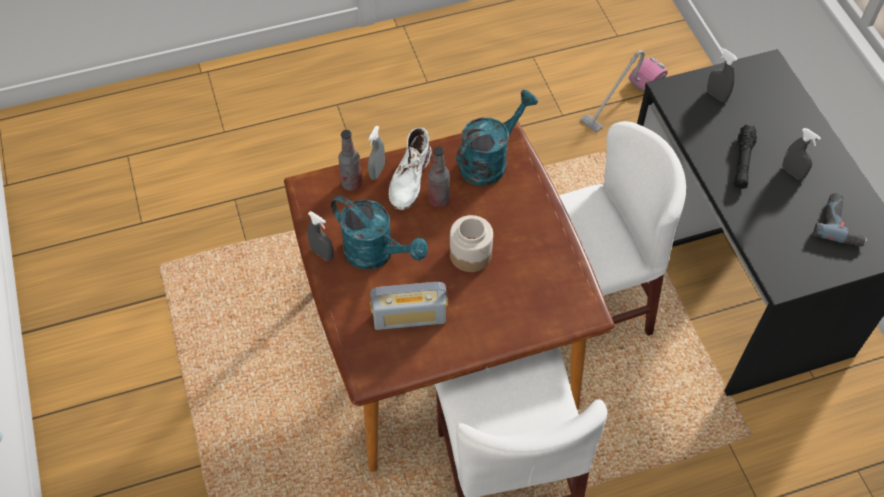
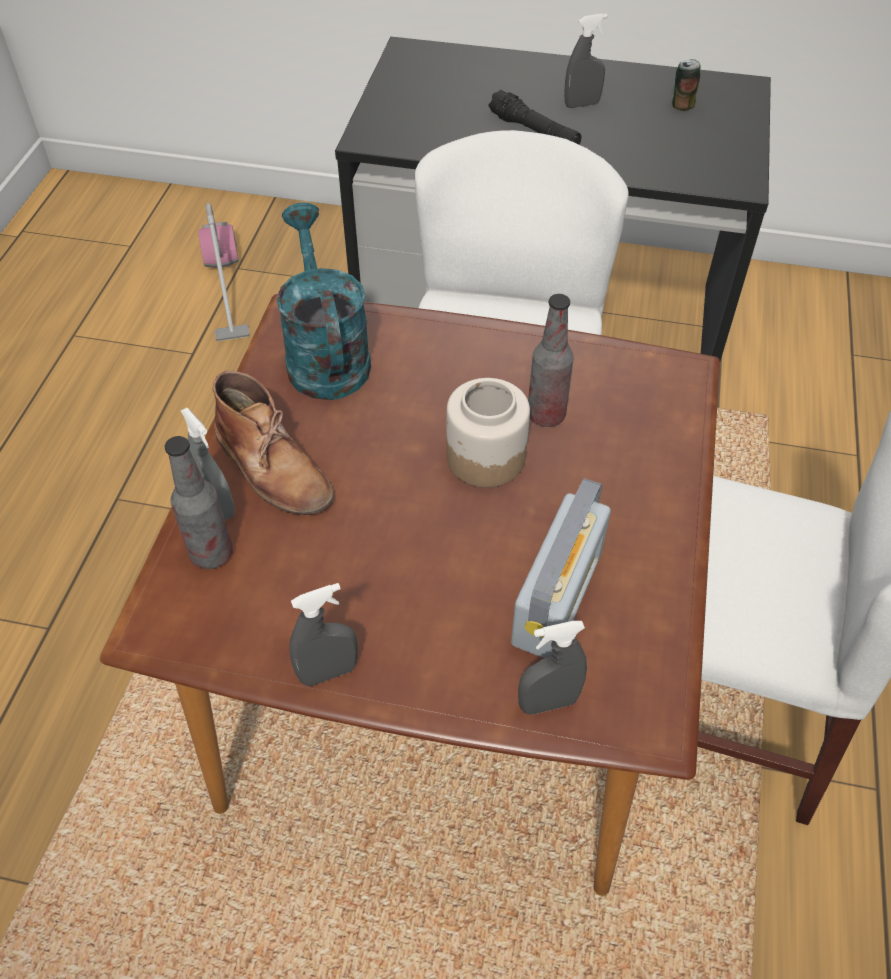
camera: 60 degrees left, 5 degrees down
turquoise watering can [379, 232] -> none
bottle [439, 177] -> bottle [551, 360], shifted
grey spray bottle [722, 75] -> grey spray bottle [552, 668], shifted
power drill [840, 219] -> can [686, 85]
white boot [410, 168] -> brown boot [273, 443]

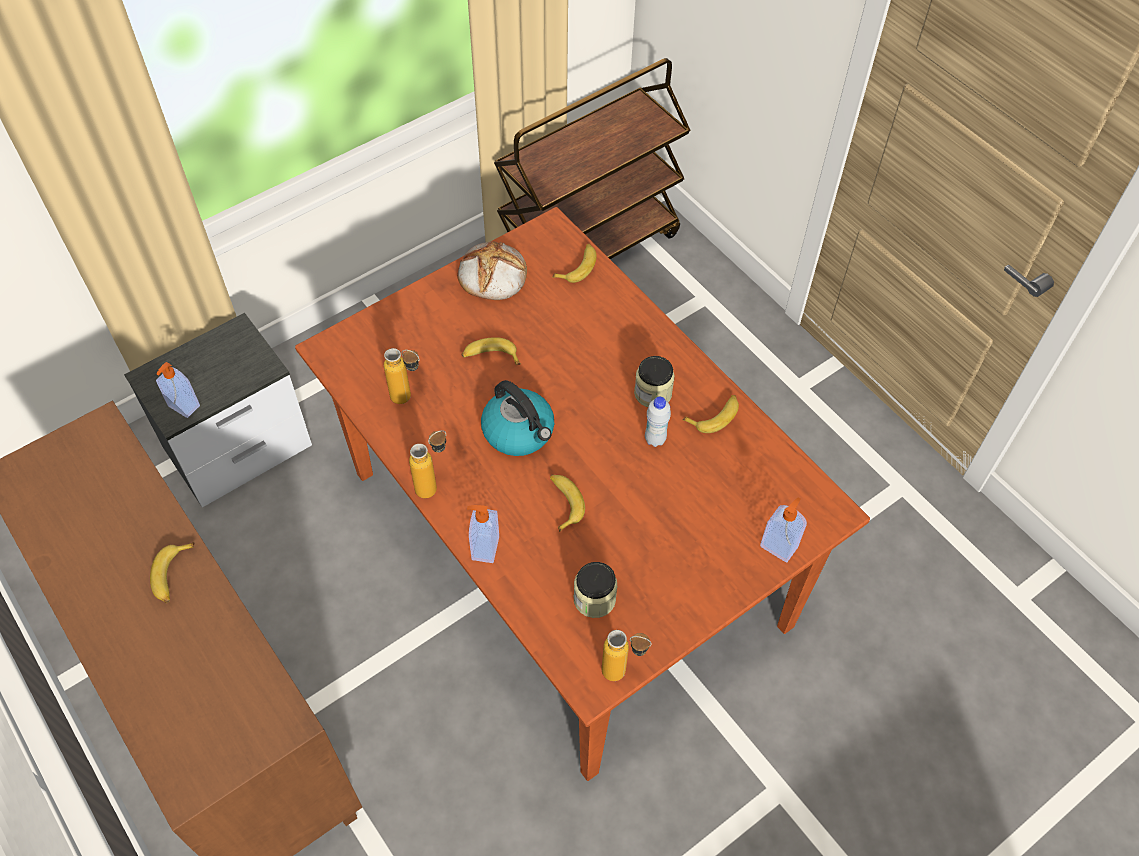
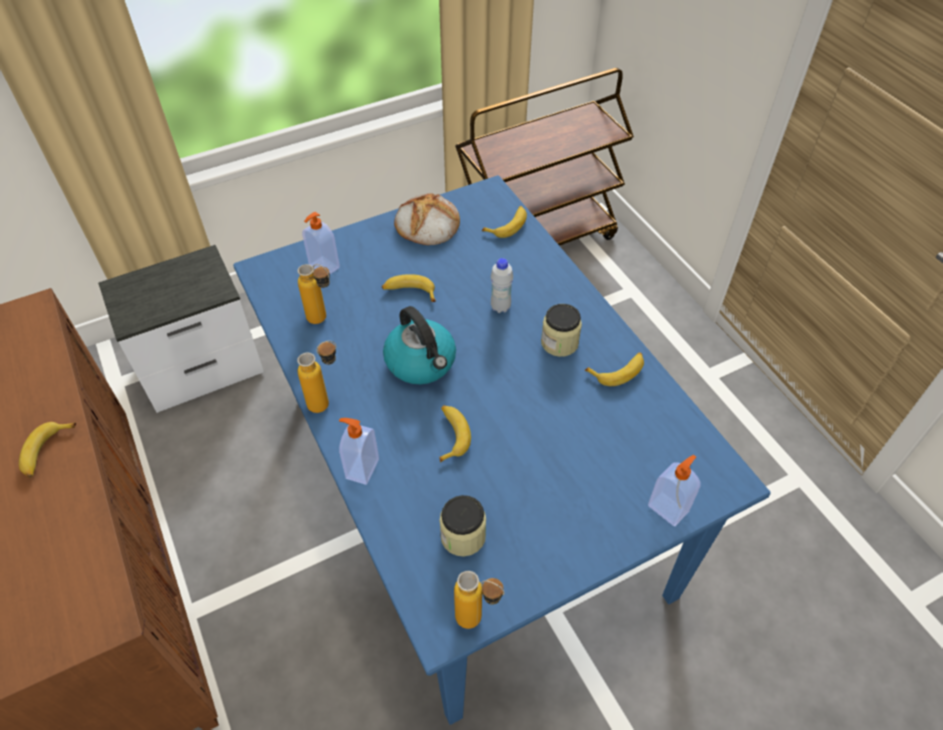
camera: 10 degrees right, 5 degrees down
soap dispenser [178, 390] -> soap dispenser [321, 243], shifted
white bottle [658, 422] -> white bottle [502, 285], shifted
brown dining table [582, 494] -> blue dining table [502, 450]

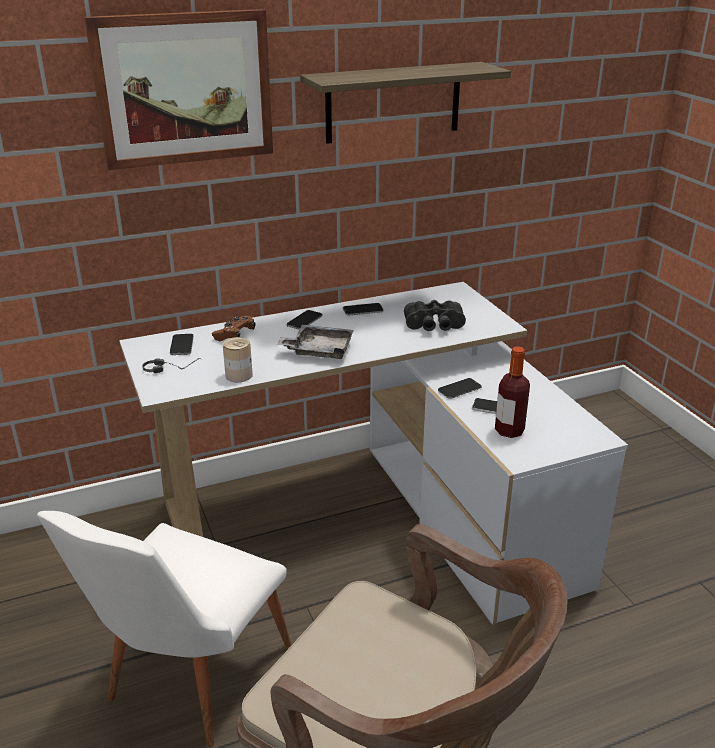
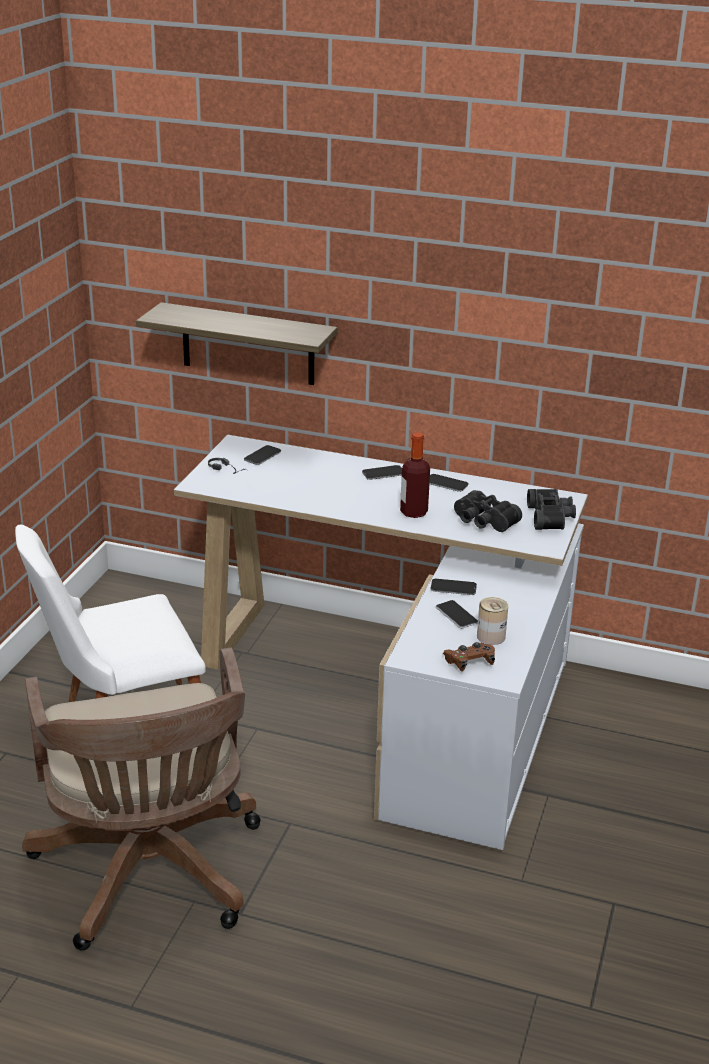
camera: 40 degrees right, 0 degrees up
picture [178, 89] -> none
grey tray [315, 342] -> none
none -> black binoculars [551, 509]
brown game controller [234, 328] -> brown game controller [469, 656], shifted
can [238, 359] -> can [492, 621], shifted
shelf [405, 103] -> shelf [237, 343], shifted
bottle [512, 392] -> bottle [415, 475], shifted

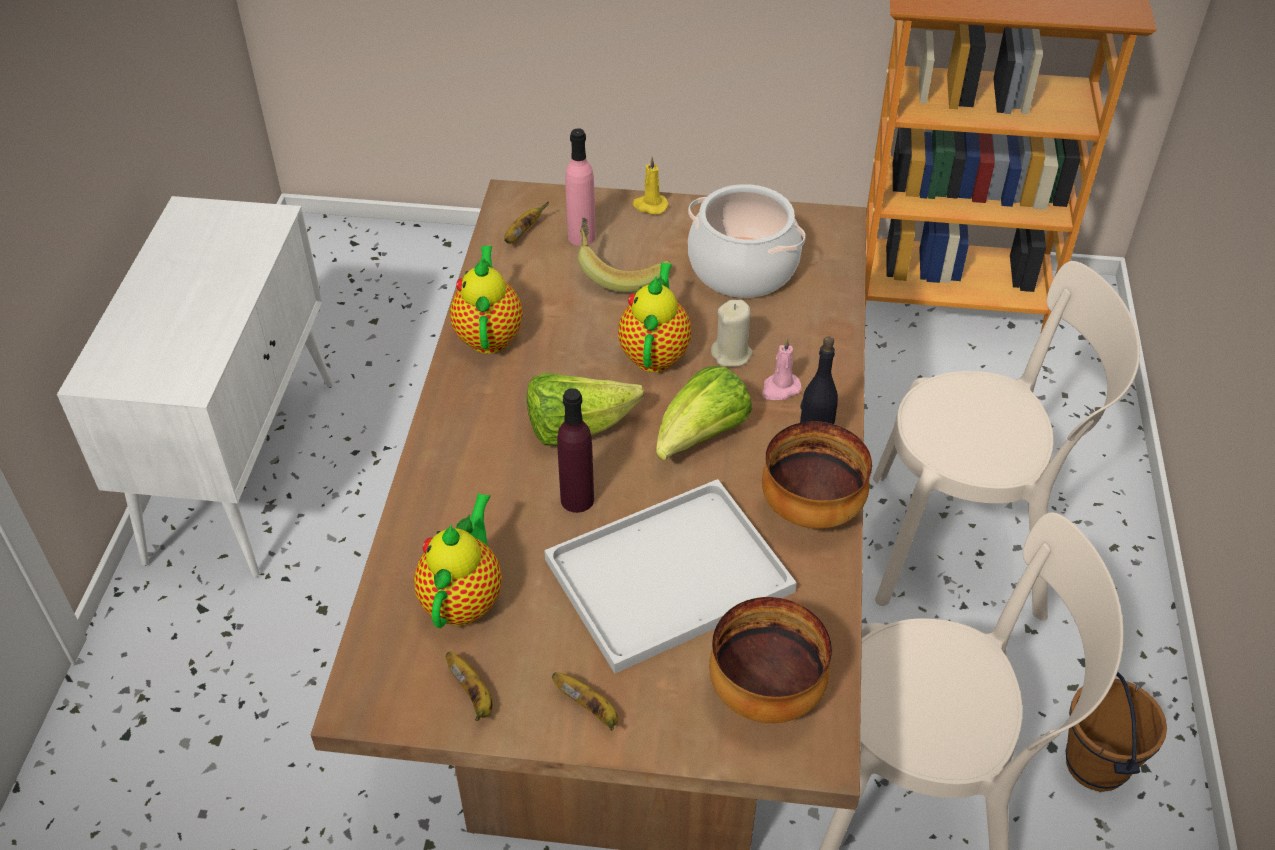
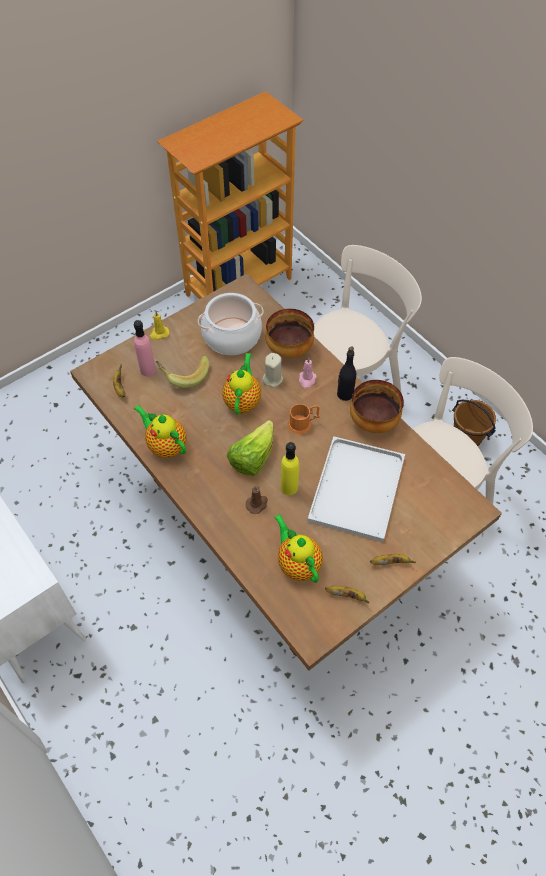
camera: 45 degrees left, 10 degrees up
none -> brown candle [257, 500]
bowl [770, 660] -> bowl [290, 333], shifted
lettuce [704, 413] -> orange mug [303, 419]
purple bottle [575, 450] -> yellow bottle [290, 468]
teapot [654, 317] -> teapot [241, 384], 45 degrees clockwise

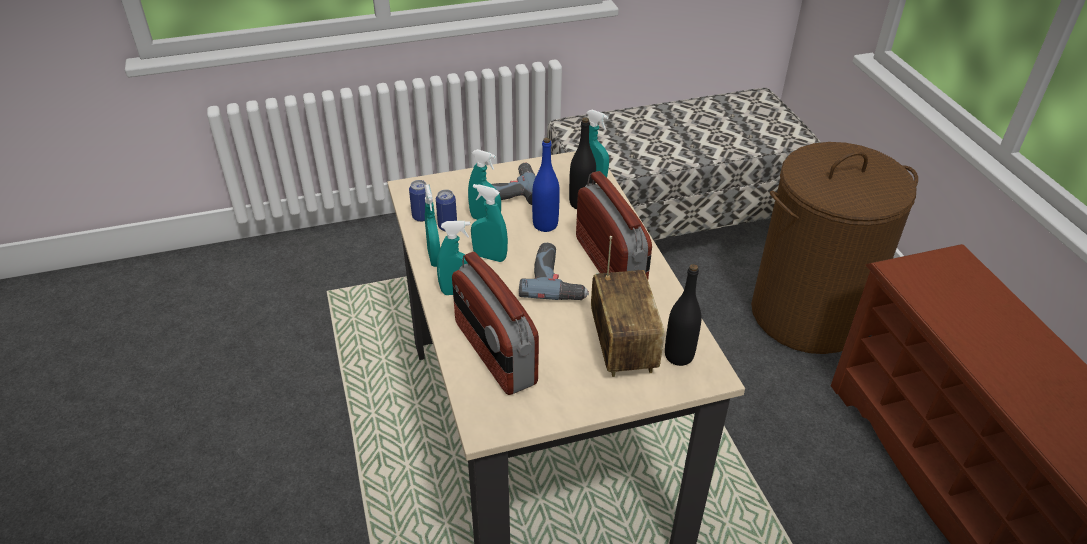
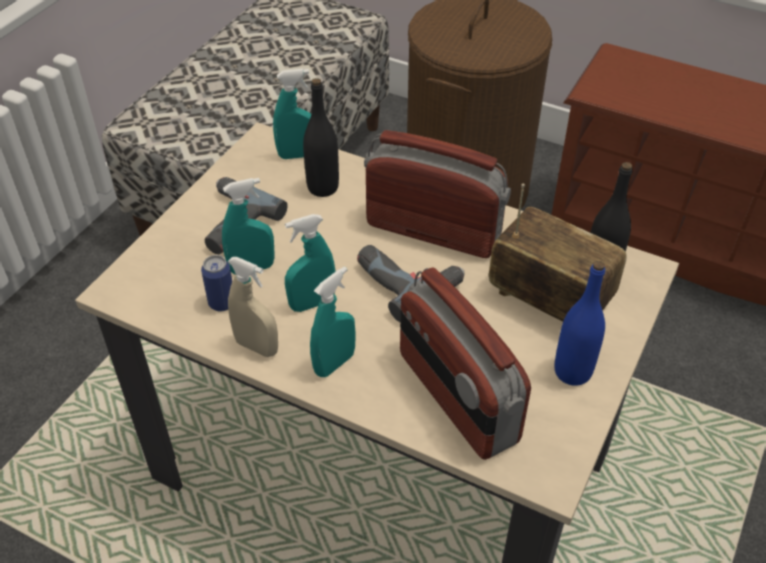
camera: 45 degrees left, 5 degrees up
can [418, 201] -> none
blue bottle [546, 185] -> blue bottle [579, 323], shifted
turquoise spray bottle [432, 225] -> beige spray bottle [253, 307]
radio [495, 323] -> radio [465, 364], 45 degrees clockwise

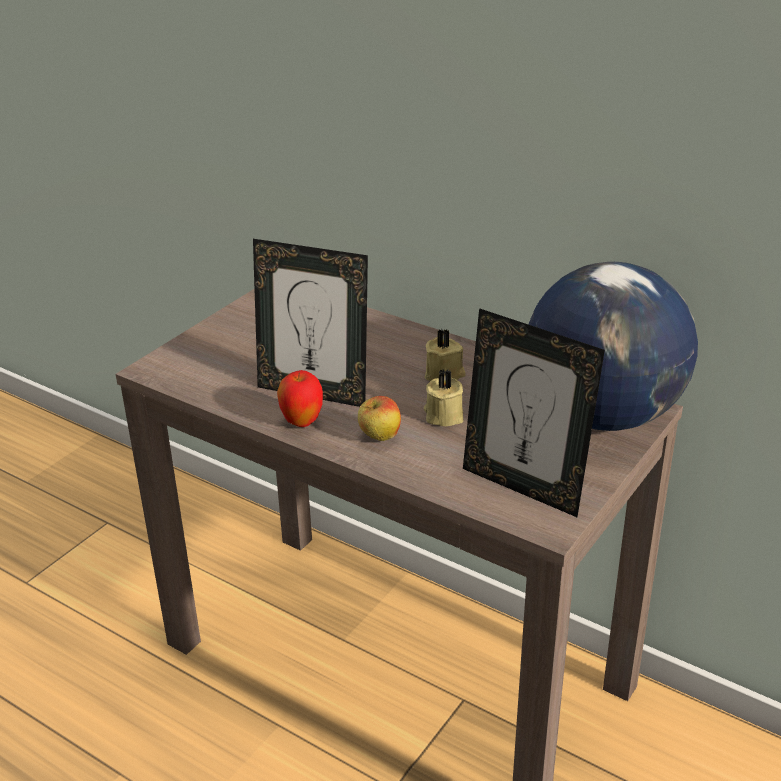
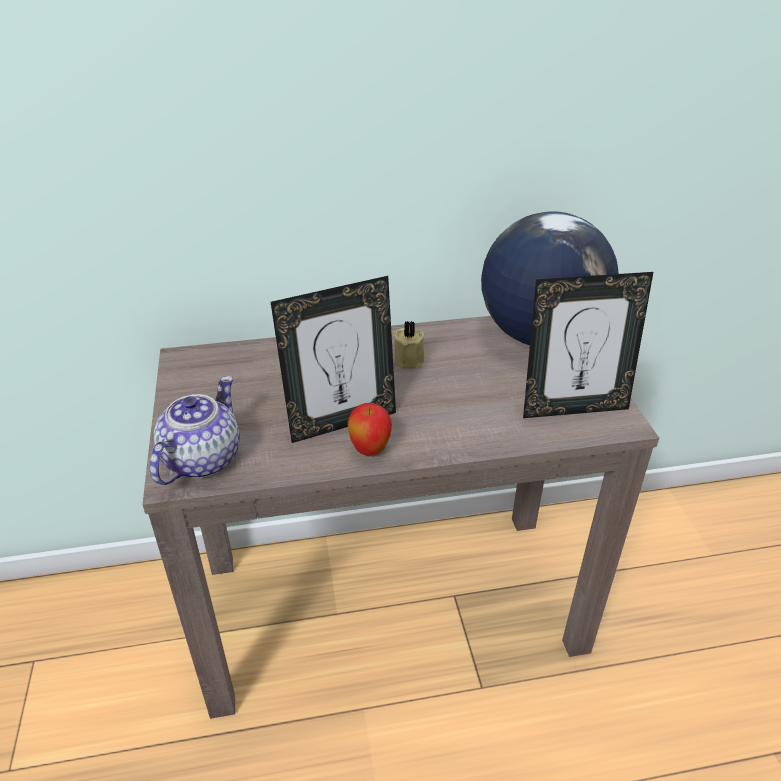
camera: 45 degrees left, 5 degrees up
apple [379, 418] -> none
beige candle [444, 397] -> none
none -> teapot [195, 430]

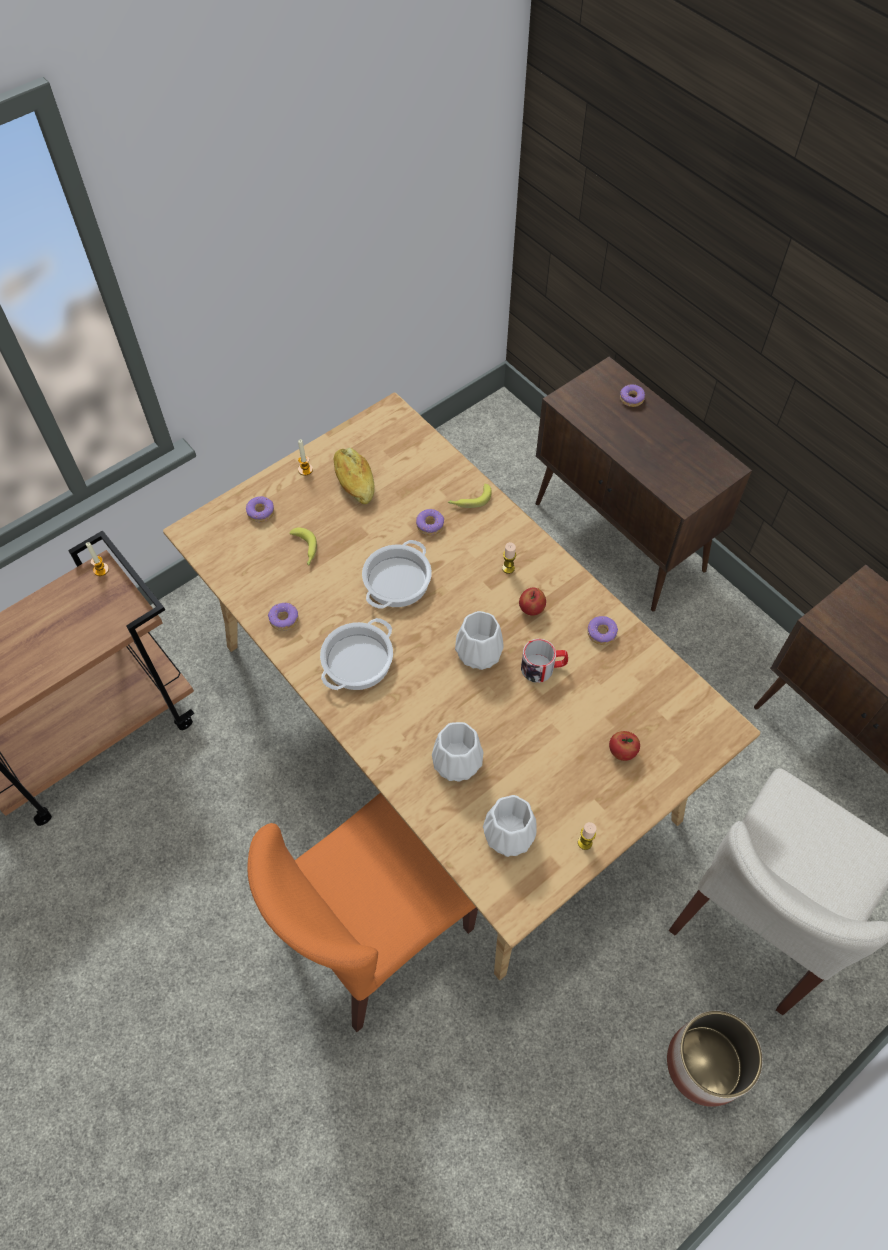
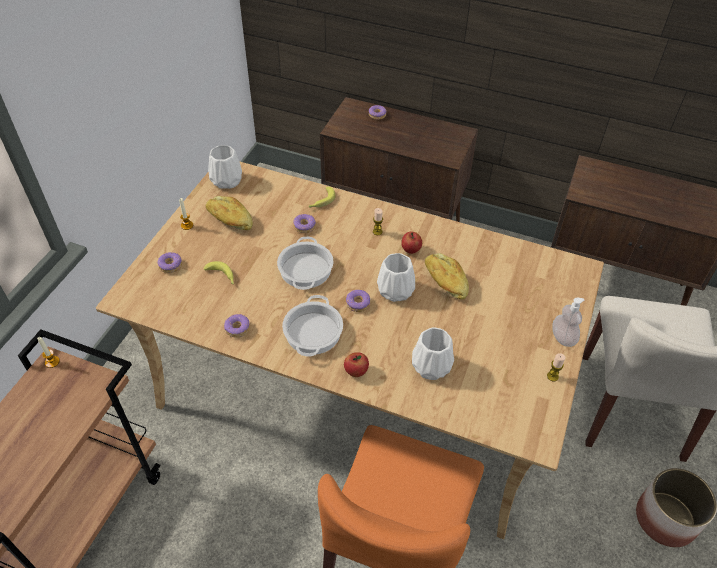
camera: 30 degrees left, 10 degrees down
none -> soap dispenser [568, 322]
white vase [510, 826] -> white vase [225, 167], shifted
donut [602, 630] -> donut [358, 301], shifted
apple [624, 746] -> apple [356, 364], shifted
mug [544, 661] -> bread [447, 276]

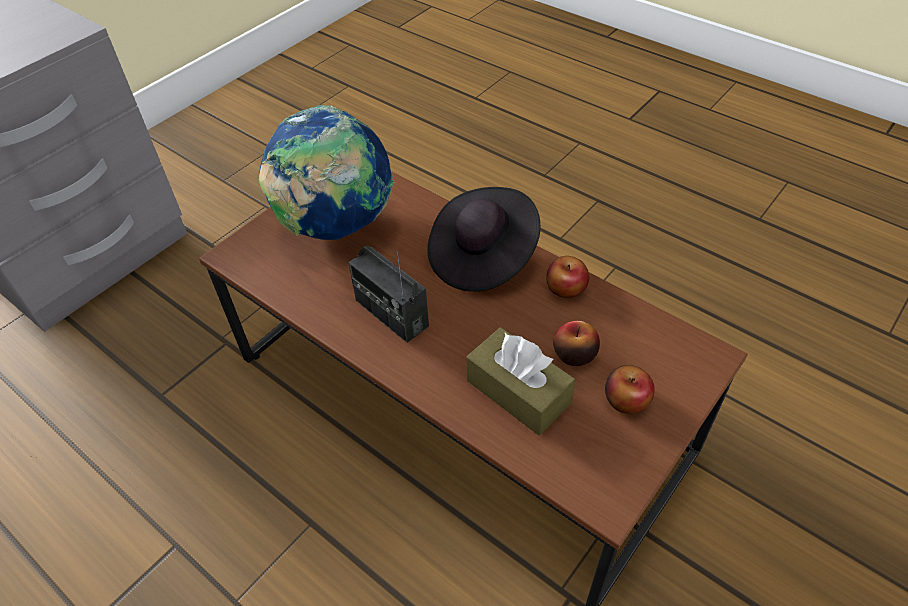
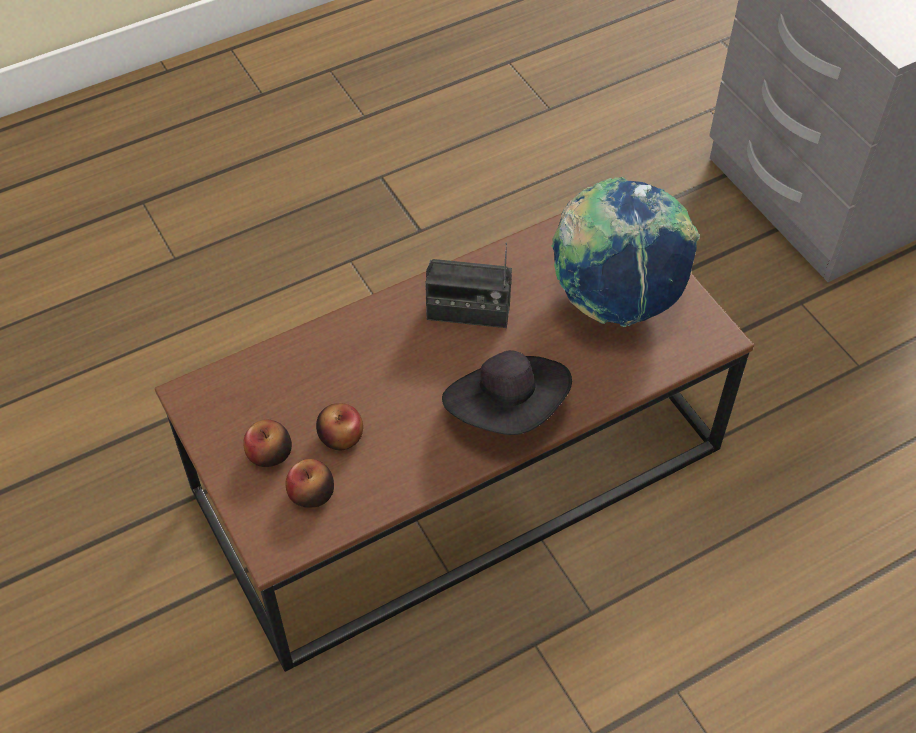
camera: 110 degrees right, 5 degrees up
brown tissue box [521, 381] -> none
apple [568, 277] -> apple [310, 483], shifted
radio [388, 294] -> radio [468, 285], 150 degrees counterclockwise

